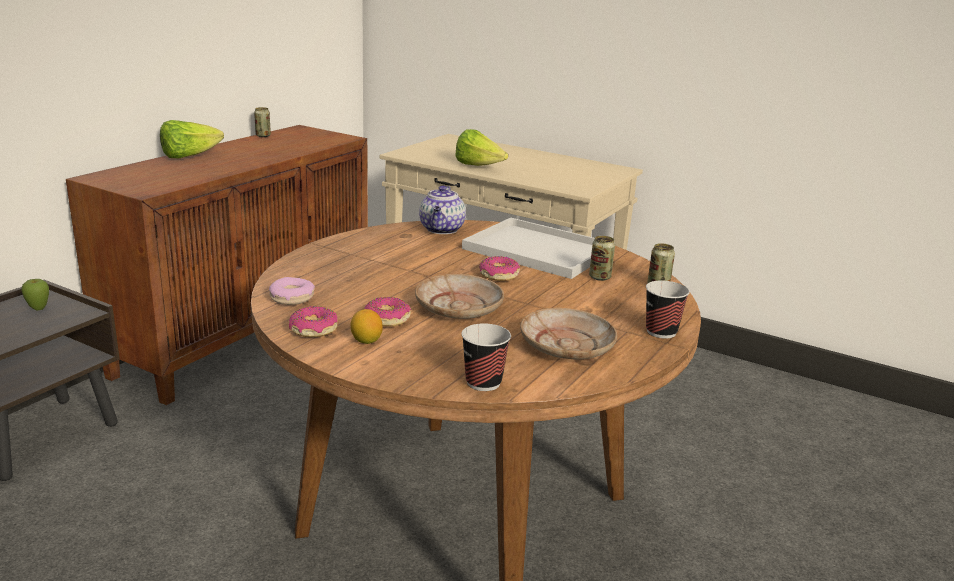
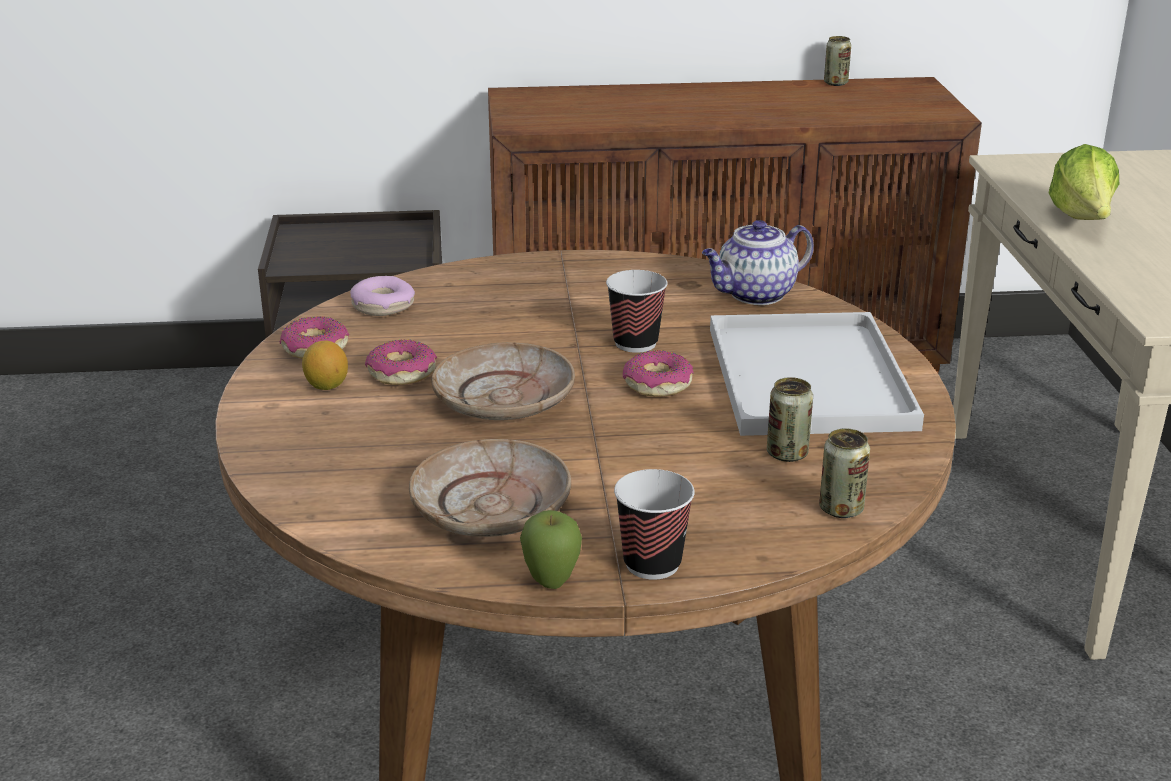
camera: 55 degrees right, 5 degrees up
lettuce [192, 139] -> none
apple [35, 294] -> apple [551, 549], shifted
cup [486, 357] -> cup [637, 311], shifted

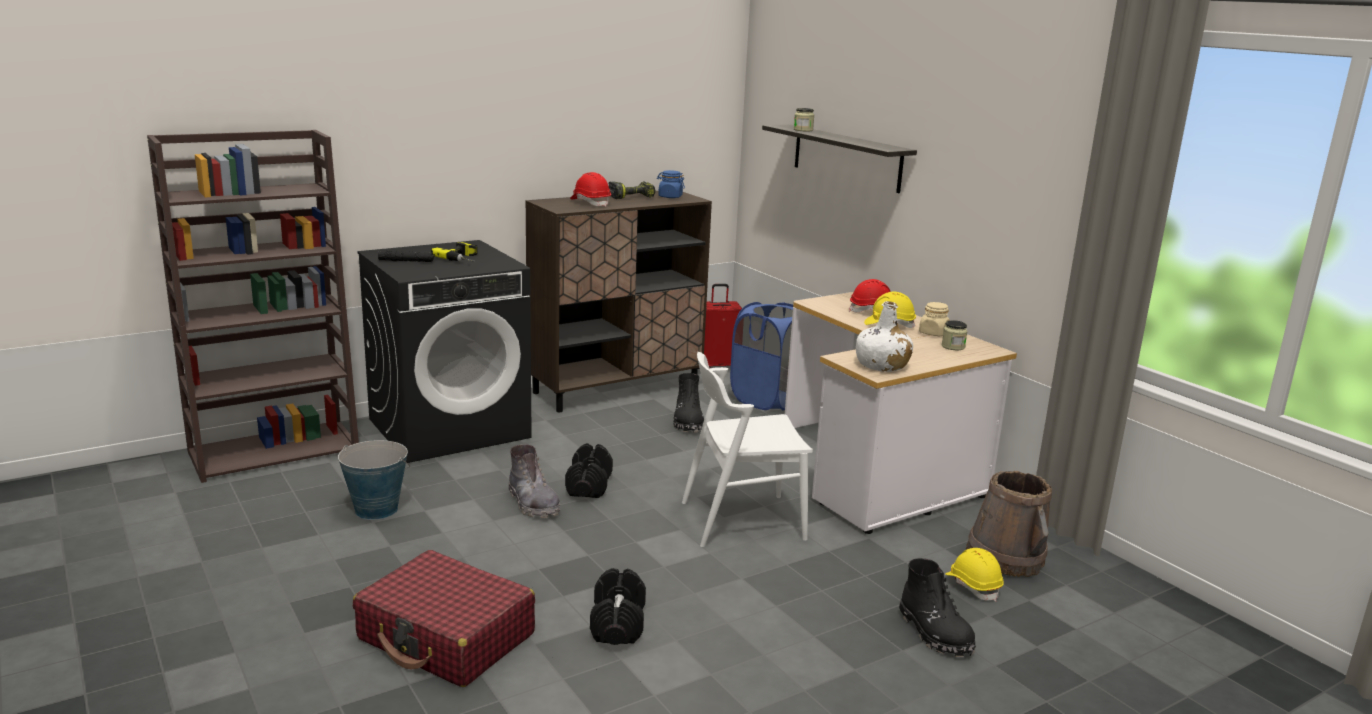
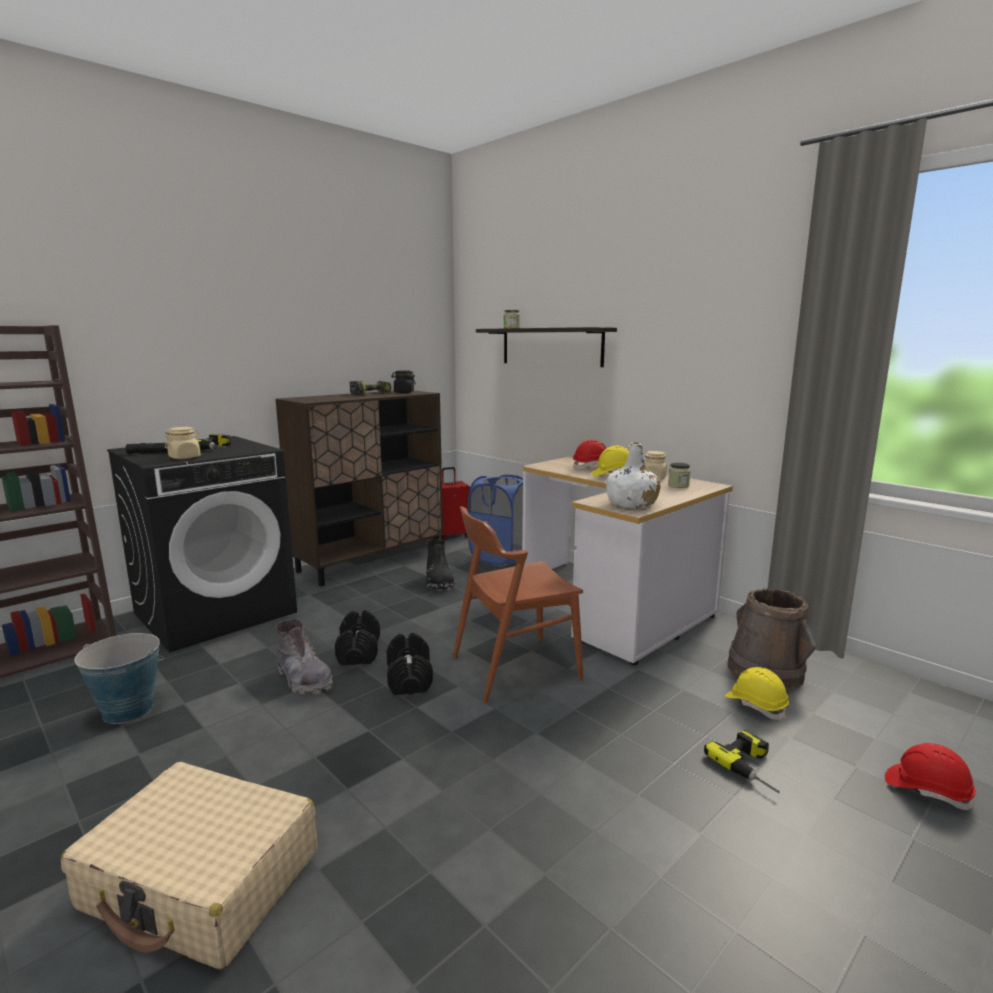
camera: 10 degrees left, 5 degrees down
none -> beige jar [183, 443]
red hard hat [590, 189] -> red hard hat [930, 776], shifted
black dumbbell [618, 606] -> black dumbbell [410, 664], shifted
black boot [937, 607] -> power drill [742, 761]
red suitcase [444, 618] -> beige suitcase [189, 866]
blue jar [671, 184] -> black jar [403, 381]
white chair [747, 449] -> brown chair [518, 604]

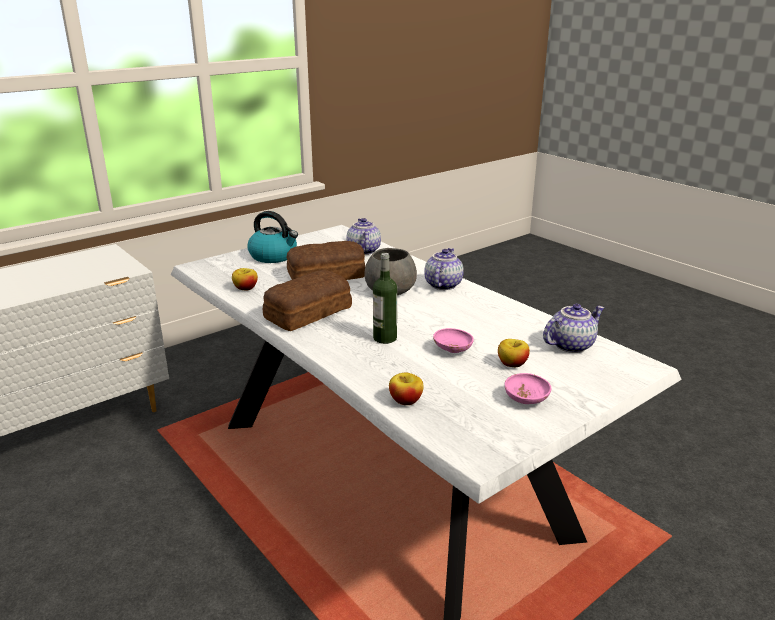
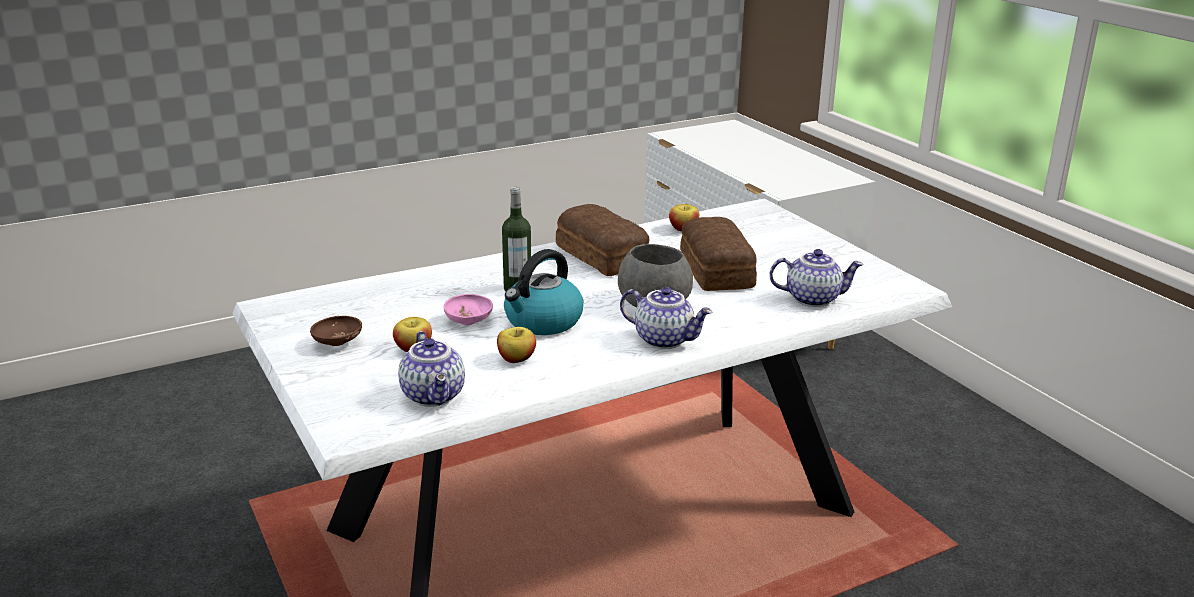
camera: 100 degrees right, 0 degrees up
kettle [272, 237] -> kettle [544, 292], shifted
apple [406, 389] -> apple [516, 345], shifted
pink bowl [528, 388] -> brown bowl [336, 331]

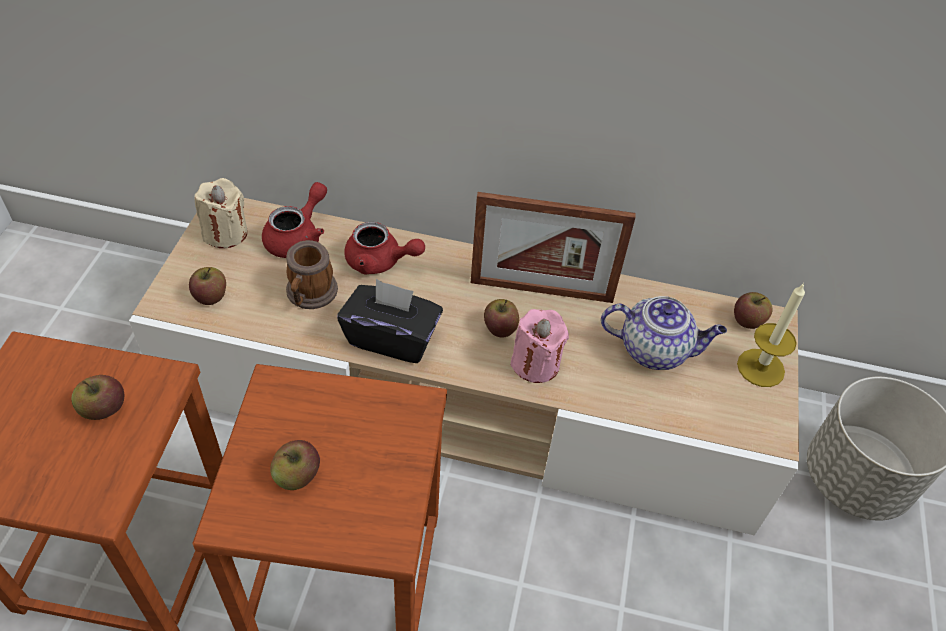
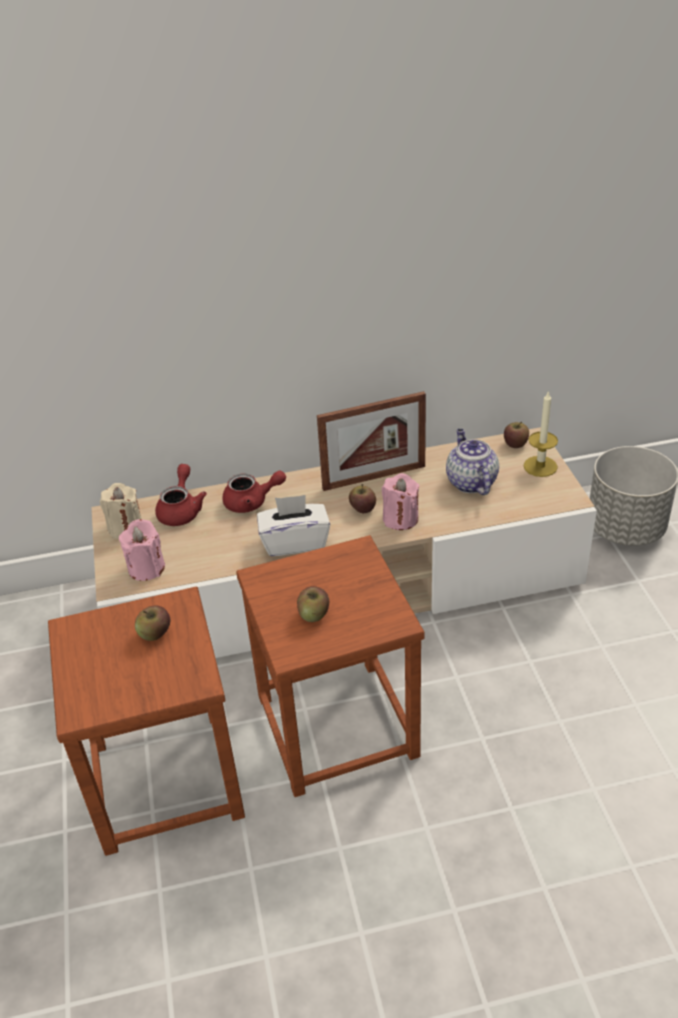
camera: 20 degrees left, 10 degrees down
mug [312, 274] -> none
apple [207, 286] -> pink candle [142, 550]
black tissue box [390, 321] -> white tissue box [293, 525]
teapot [664, 333] -> teapot [472, 462], 90 degrees counterclockwise

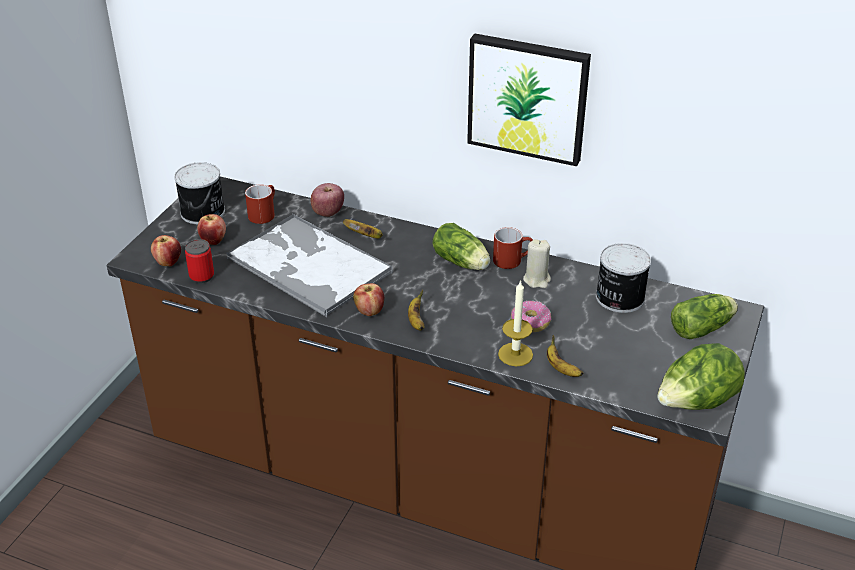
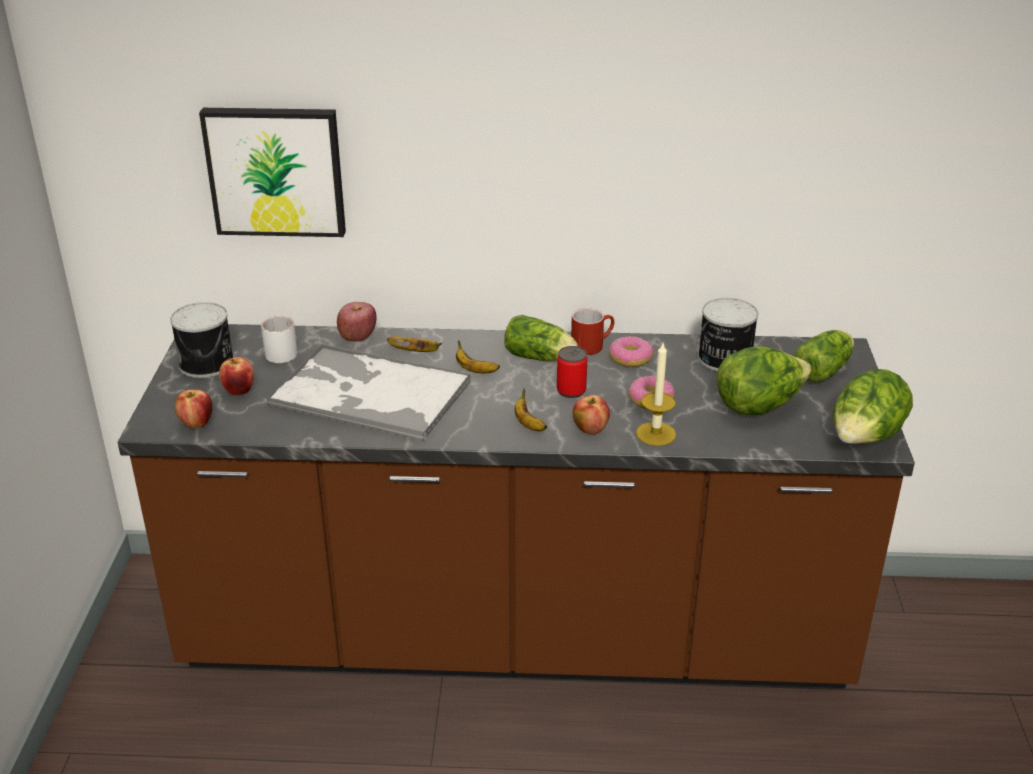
camera: 20 degrees left, 5 degrees down
none -> lettuce [764, 380]
can [199, 261] -> can [572, 372], shifted
apple [368, 299] -> apple [591, 415], shifted
picture [529, 100] -> picture [272, 172], shifted
banana [565, 356] -> banana [478, 356], shifted
beige candle [537, 263] -> donut [631, 351]
red mug [260, 204] -> white mug [279, 339]

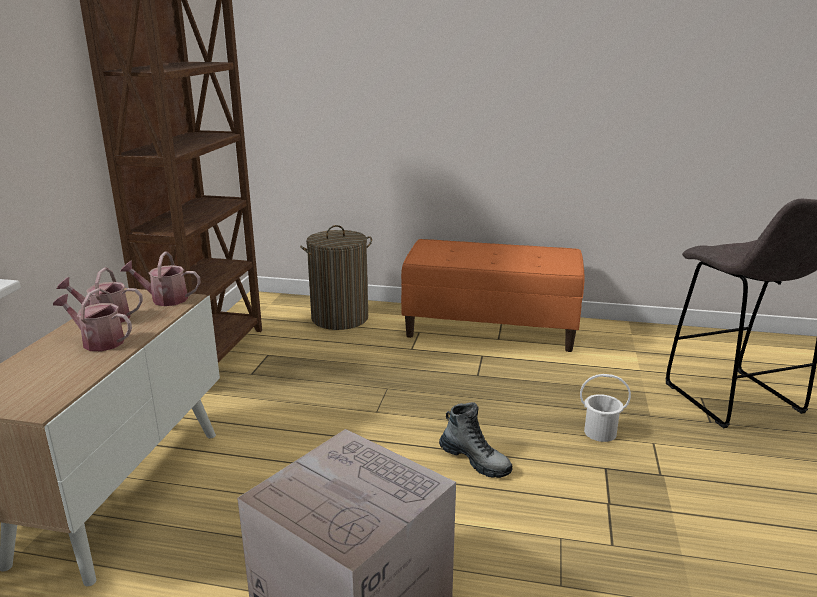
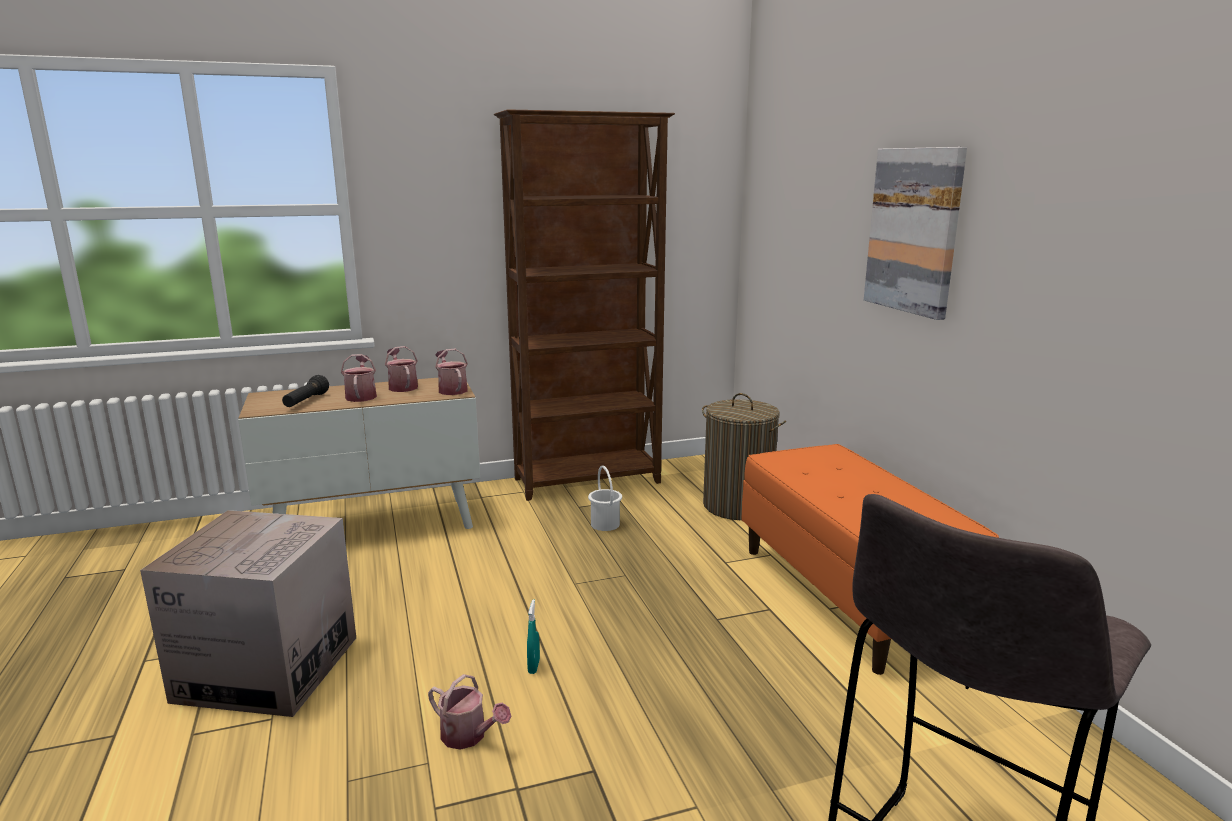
camera: 60 degrees right, 5 degrees down
none -> black flashlight [305, 391]
none -> watering can [469, 712]
none -> picture [915, 233]
white bucket [605, 408] -> white bucket [605, 498], shifted
boot [476, 440] -> turquoise spray bottle [533, 636]

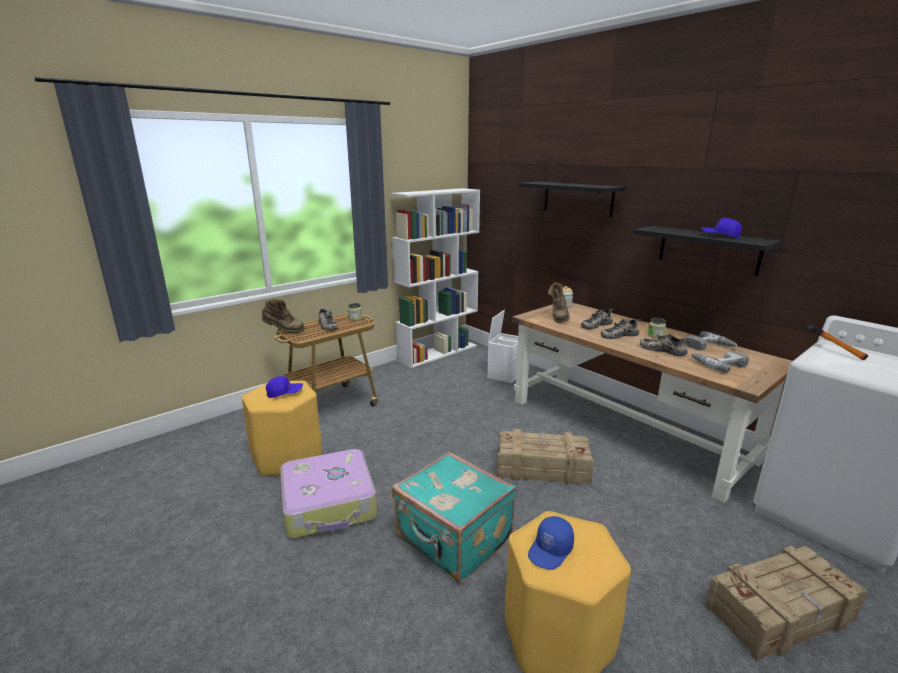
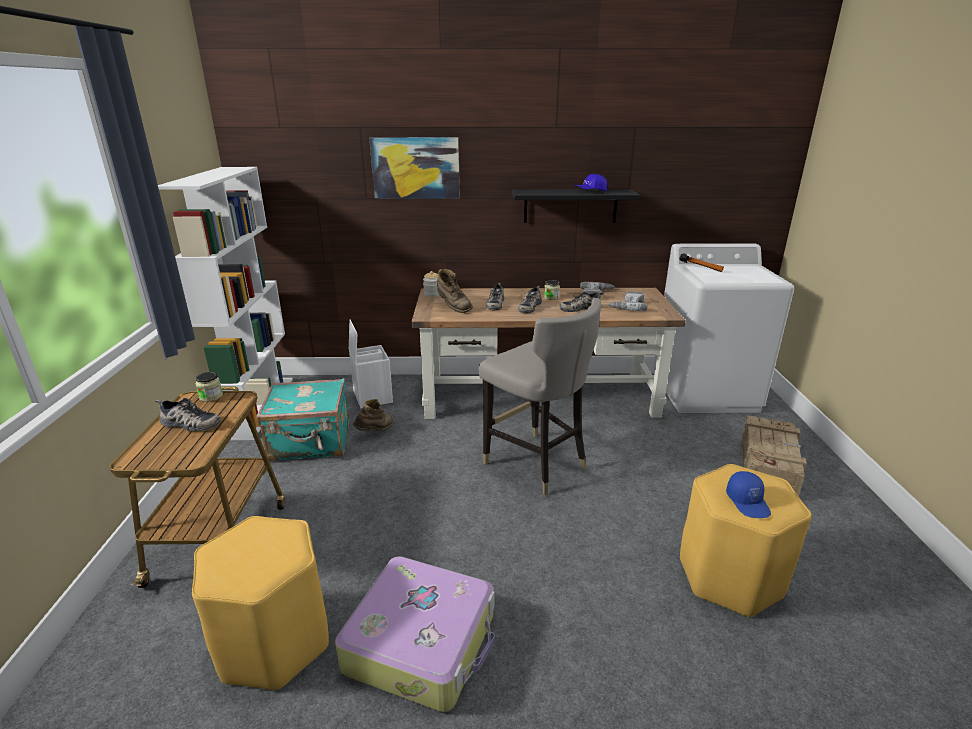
camera: 50 degrees left, 5 degrees up
blue cap [284, 387] -> none
brown boot [283, 316] -> brown boot [373, 415], shifted
turquoise suitcase [454, 517] -> turquoise suitcase [303, 419], shifted
crate [545, 457] -> grey stool [540, 397]
black shelf [572, 200] -> picture [414, 167]

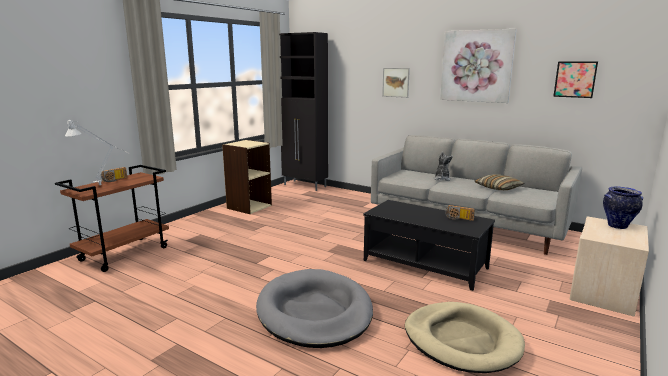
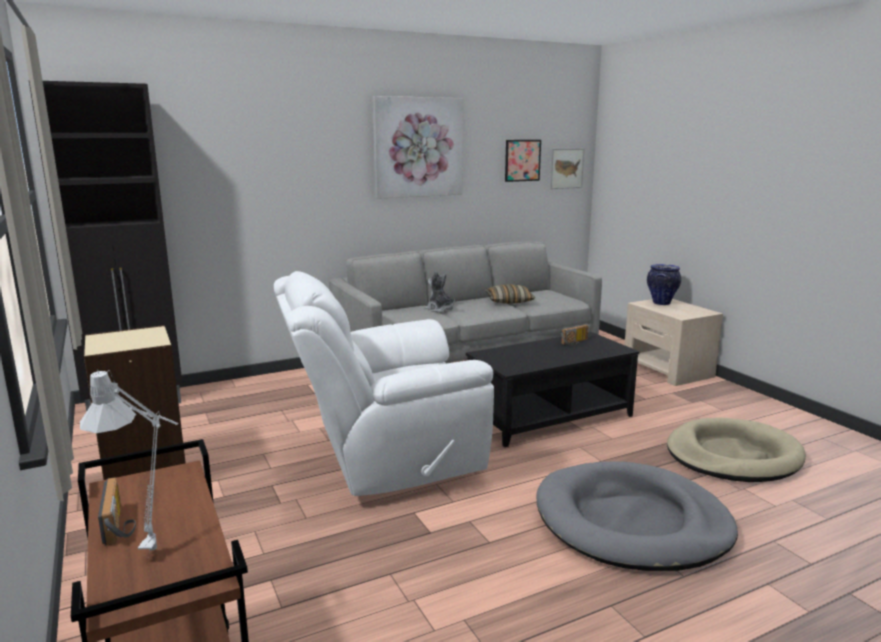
camera: 60 degrees left, 0 degrees up
none -> white armchair [384, 383]
picture [396, 83] -> picture [567, 168], shifted

